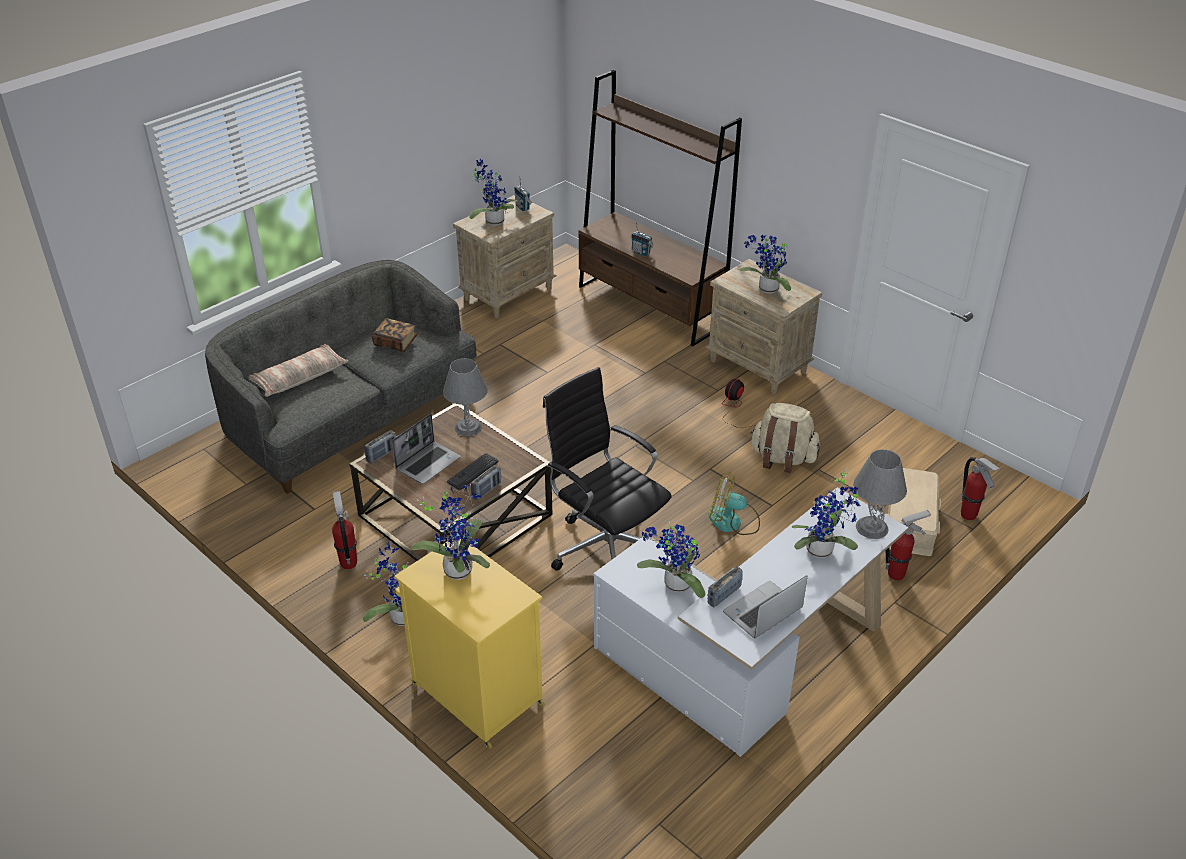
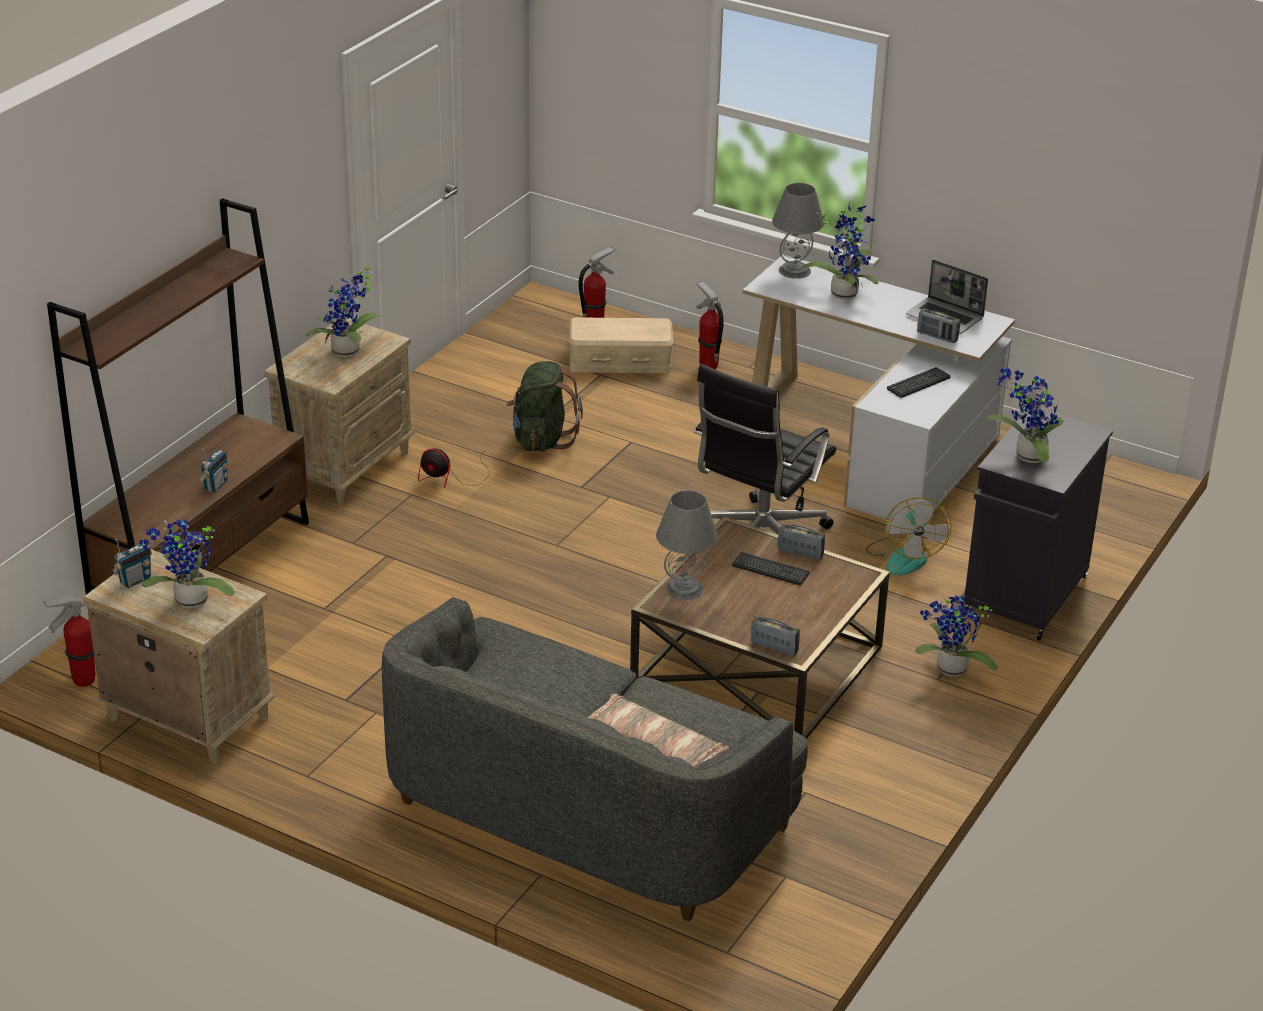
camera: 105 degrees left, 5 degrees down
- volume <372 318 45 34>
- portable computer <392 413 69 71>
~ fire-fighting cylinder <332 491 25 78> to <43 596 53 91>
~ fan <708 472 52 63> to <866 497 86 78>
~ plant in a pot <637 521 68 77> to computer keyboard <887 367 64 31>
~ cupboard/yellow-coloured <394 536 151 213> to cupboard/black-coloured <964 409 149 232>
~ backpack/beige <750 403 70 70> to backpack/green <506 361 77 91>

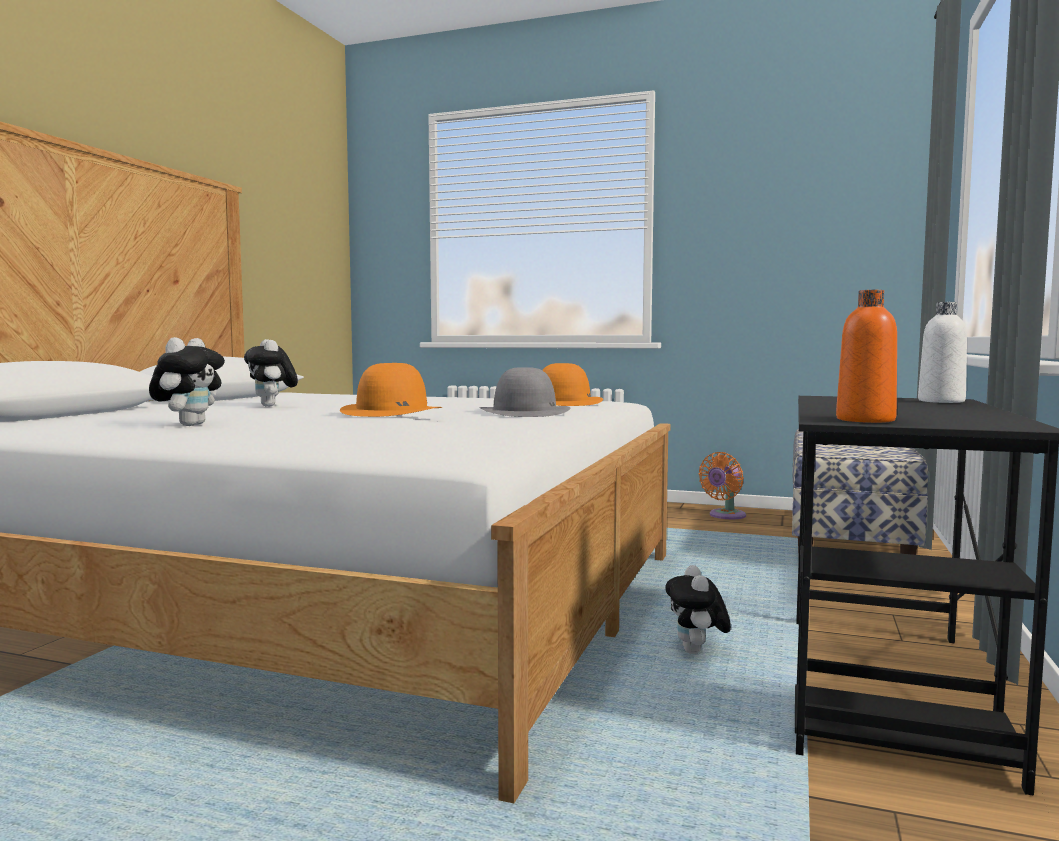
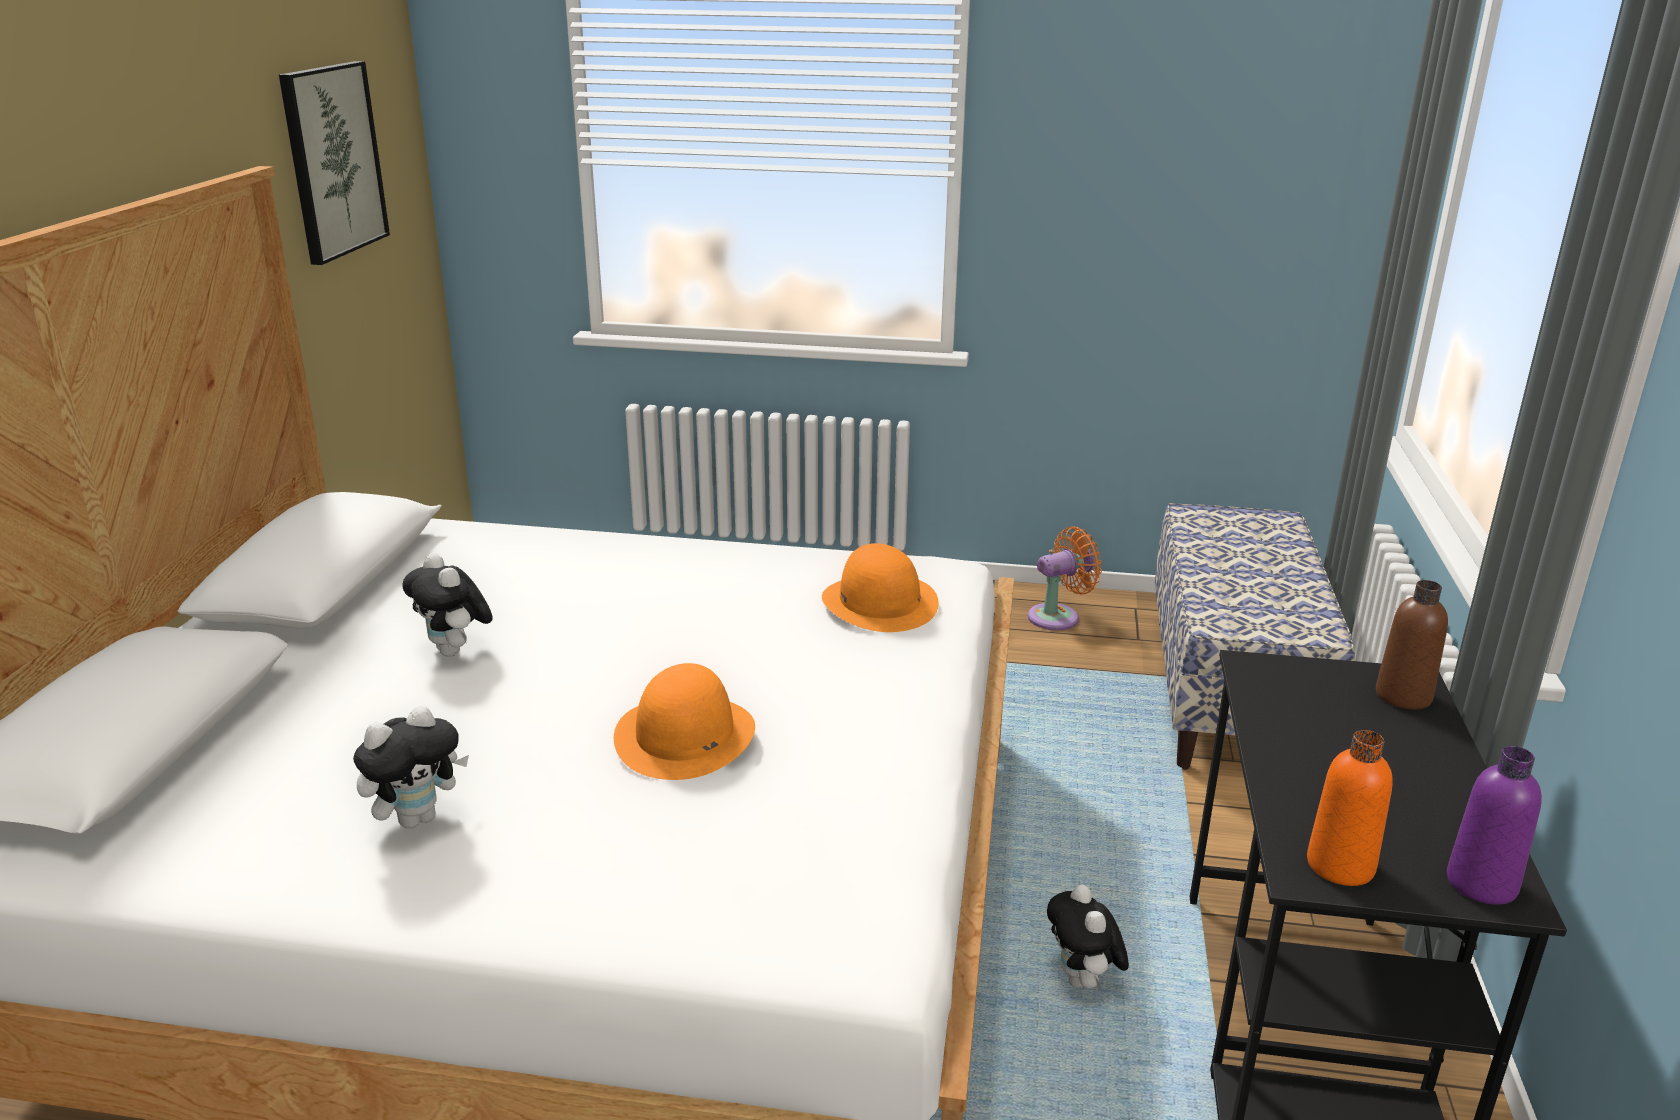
camera: 10 degrees left, 20 degrees up
- clothing hat/gray <479 367 91 50>
+ wall picture <279 61 111 204>
+ bottle/purple <1447 746 95 159>
~ bottle/white <918 302 49 101> to bottle/brown <1376 580 72 129>
~ plush toy <149 337 76 89> = <353 705 116 123> 45 degrees clockwise
~ fan/orangey <698 452 48 67> = <1028 527 74 103> 150 degrees counterclockwise

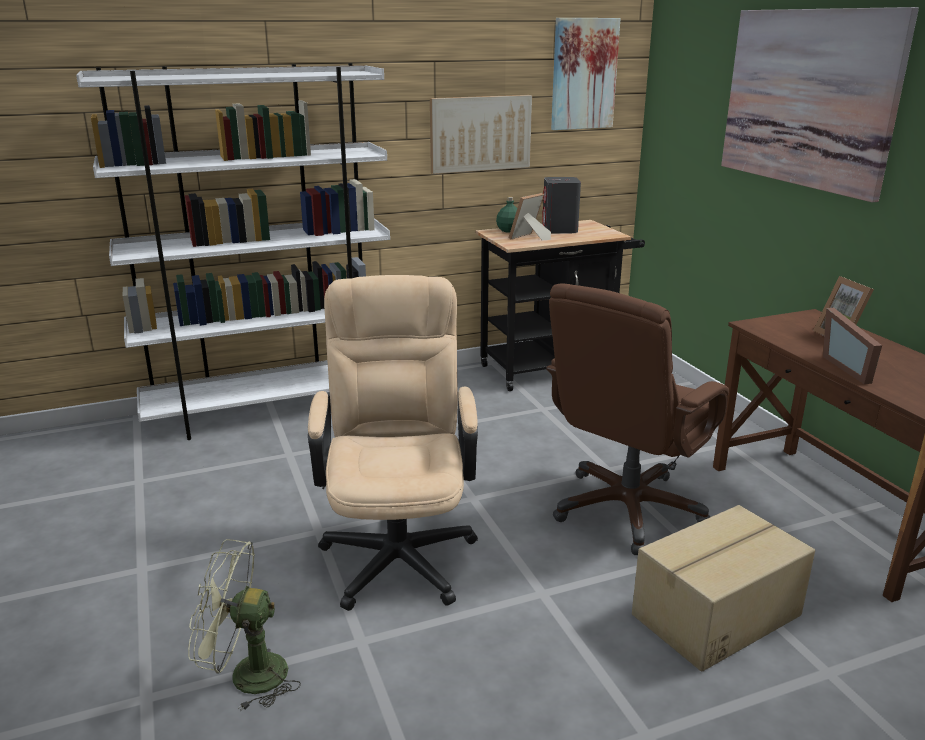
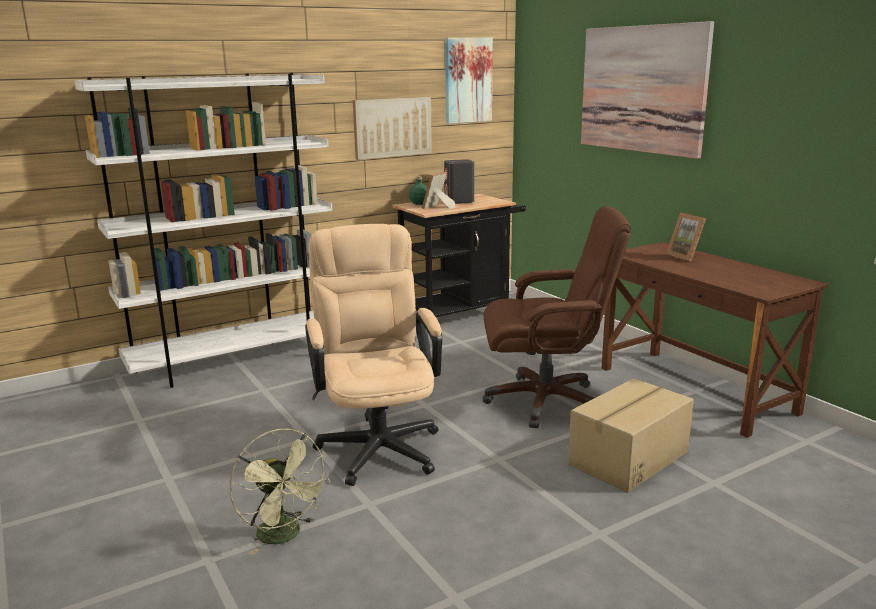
camera: 10 degrees left, 5 degrees down
- picture frame <823 308 59 76>
~ fan/green <188 539 113 172> = <230 428 100 127> 120 degrees counterclockwise
~ computer chair/brown <546 283 183 272> = <482 206 149 222> 120 degrees counterclockwise

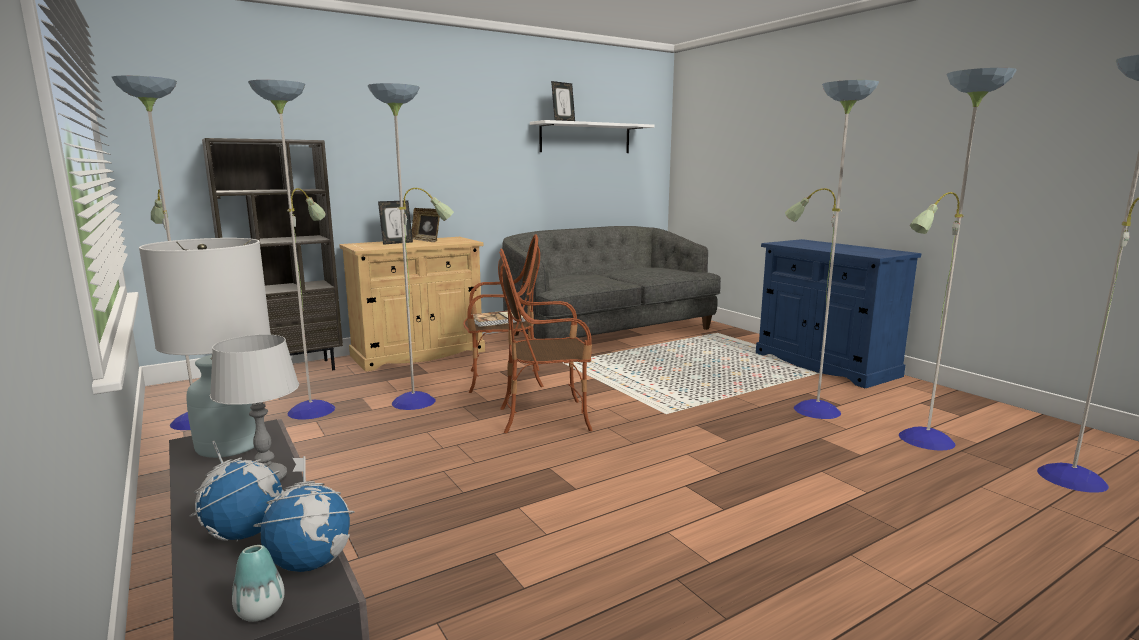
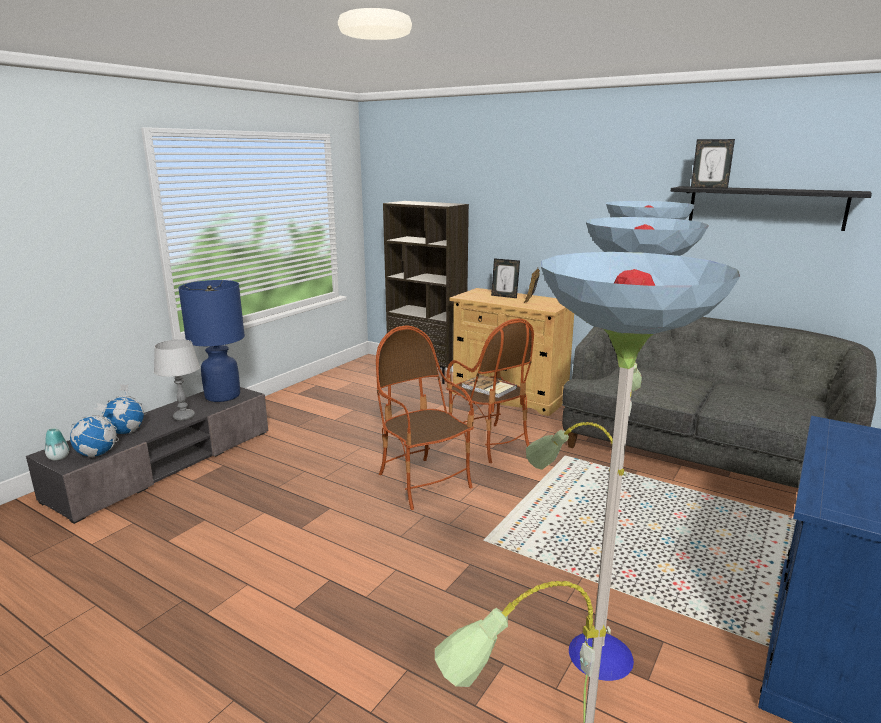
camera: 65 degrees right, 5 degrees up
- floor lamp <112 75 342 355>
~ lamp for a table/white <139 238 132 220> to lamp for a table/blue-coloured <178 280 67 122>
~ shelf/white <530 120 125 33> to shelf/black-coloured <671 186 201 45>

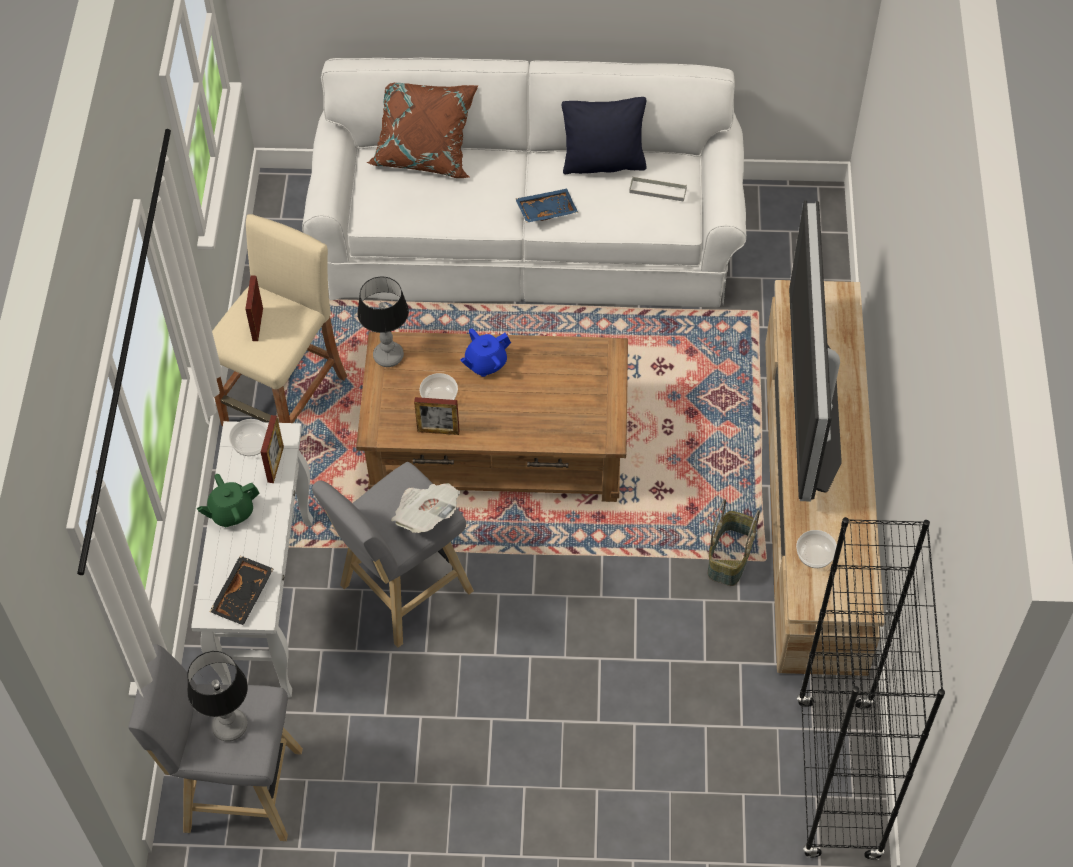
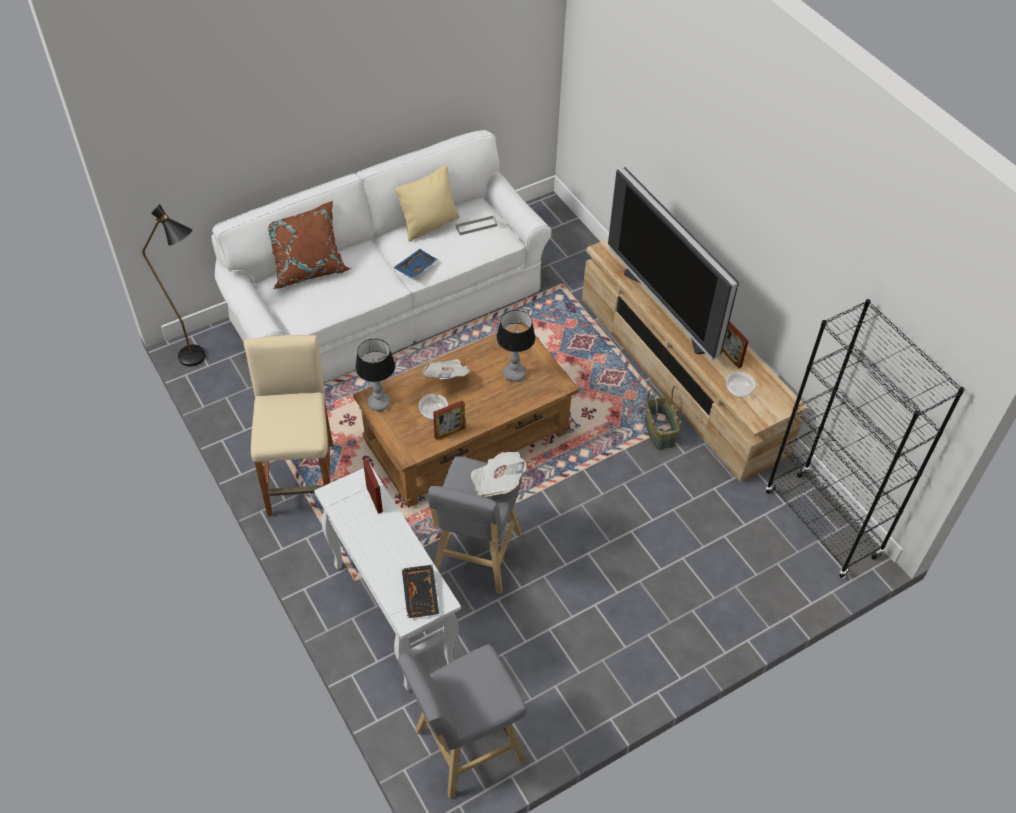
camera: 35 degrees left, 5 degrees down
- tea pot/green <197 474 63 53>
- deep dish <229 419 39 37>
+ floor lamp/black-coloured <142 204 63 162>
~ lamp for a table <187 651 61 91> to <496 310 39 72>
~ picture frame <245 276 18 65> to <722 321 27 48>
~ tea pot/blue-coloured <460 329 51 48> to daily paper <422 359 49 20>
~ throw pillow/black-coloured <562 97 85 77> to throw pillow/beige <395 165 65 77>

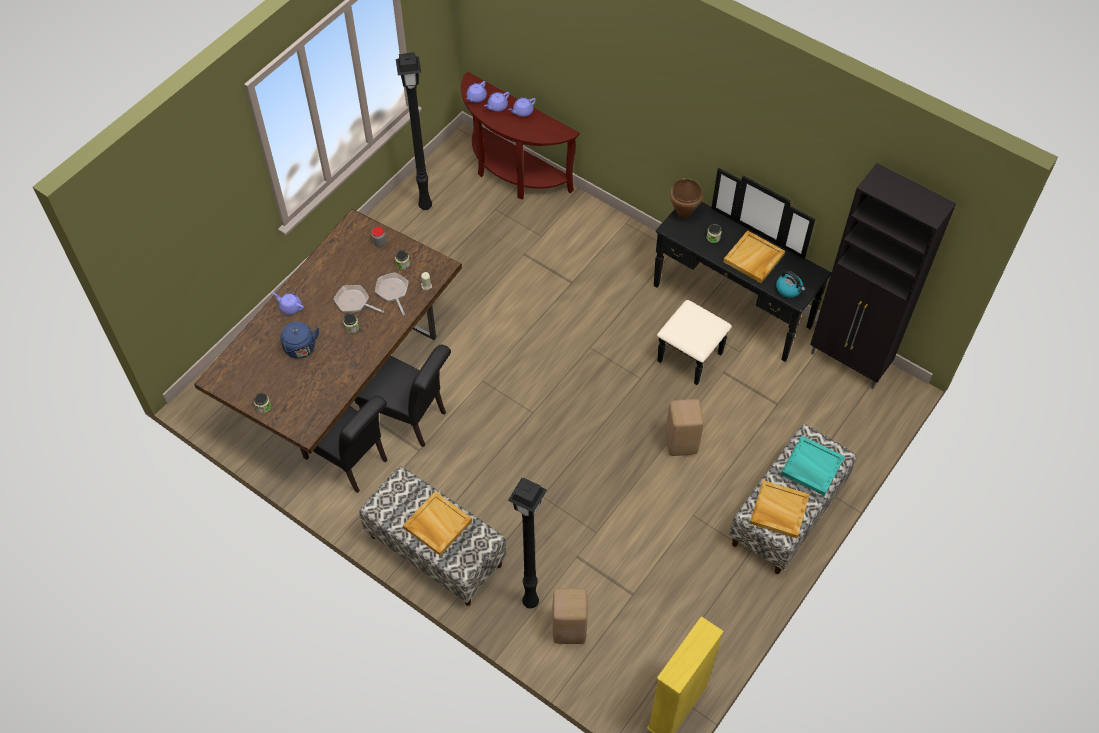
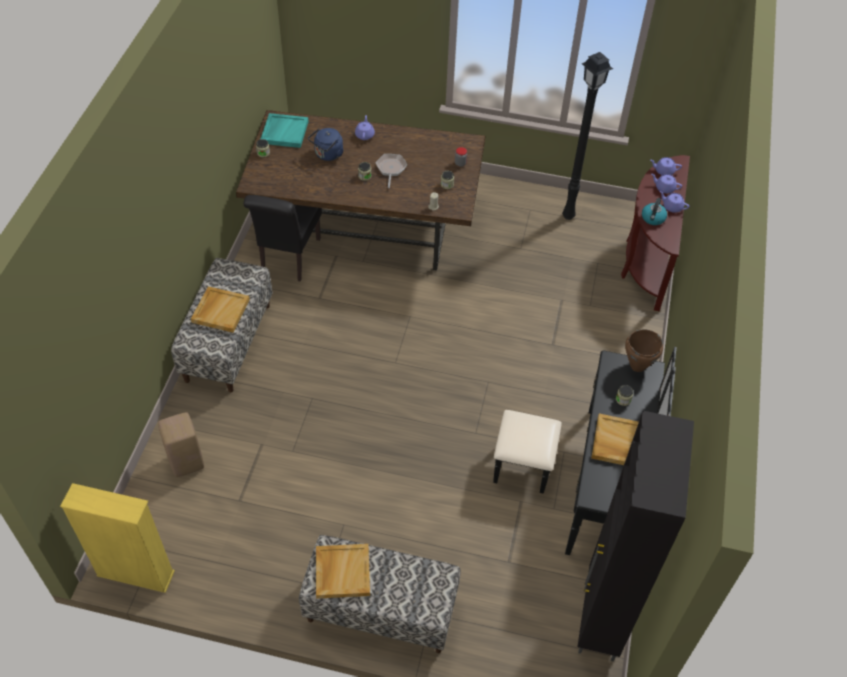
camera: 65 degrees right, 5 degrees down
- plain chair/black-coloured <355 345 96 102>
- skillet <375 272 33 43>
- floor lamp/black-coloured <508 478 39 130>
- stool seat/beige <666 399 37 57>
~ tea kettle <776 270 29 28> to <642 198 25 27>
~ tray/turquoise-coloured <781 436 64 60> to <261 113 48 35>

